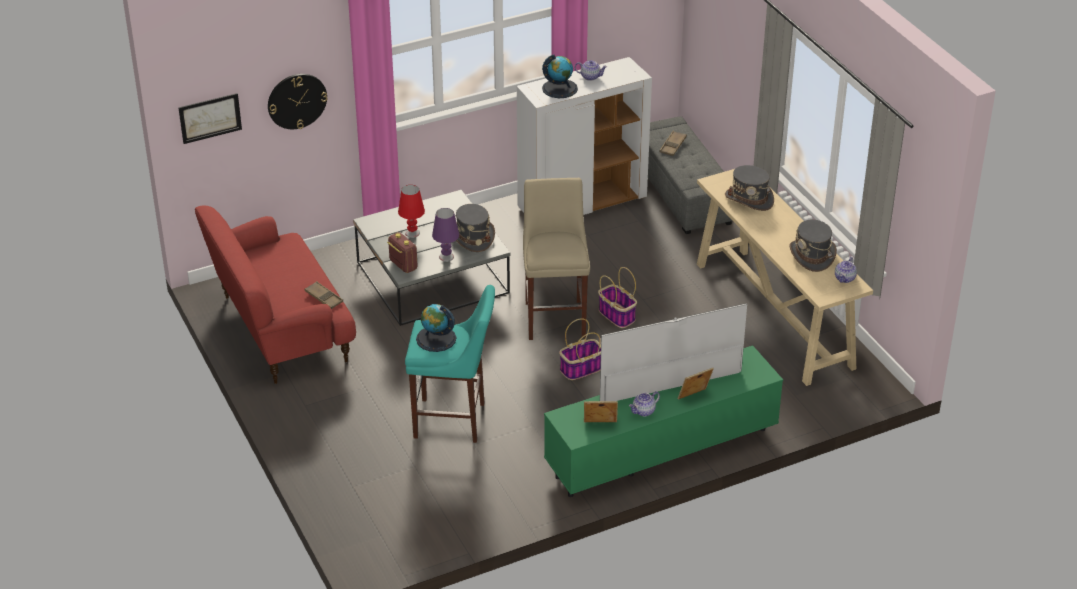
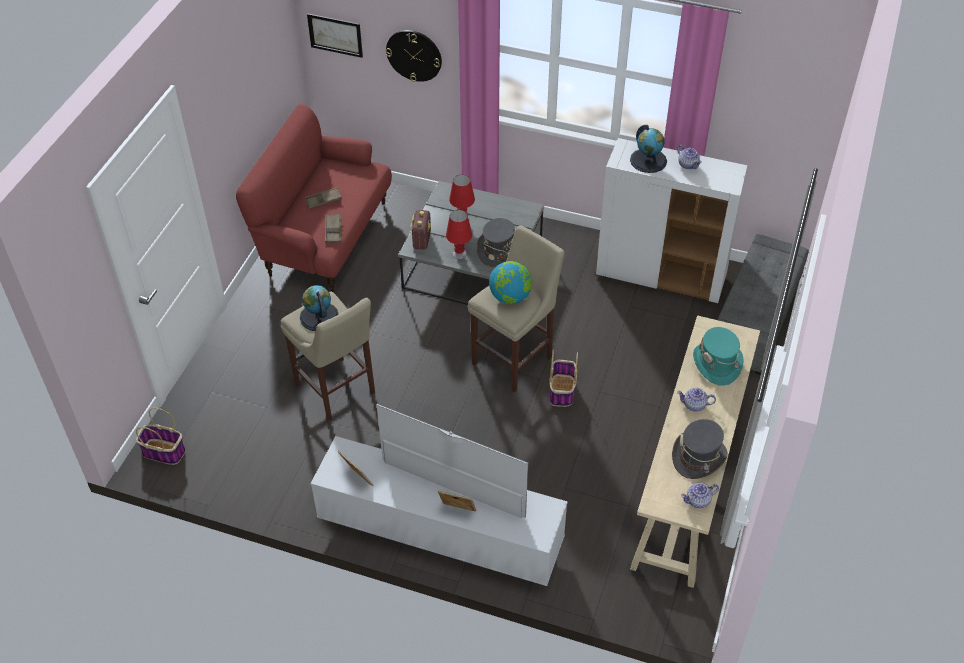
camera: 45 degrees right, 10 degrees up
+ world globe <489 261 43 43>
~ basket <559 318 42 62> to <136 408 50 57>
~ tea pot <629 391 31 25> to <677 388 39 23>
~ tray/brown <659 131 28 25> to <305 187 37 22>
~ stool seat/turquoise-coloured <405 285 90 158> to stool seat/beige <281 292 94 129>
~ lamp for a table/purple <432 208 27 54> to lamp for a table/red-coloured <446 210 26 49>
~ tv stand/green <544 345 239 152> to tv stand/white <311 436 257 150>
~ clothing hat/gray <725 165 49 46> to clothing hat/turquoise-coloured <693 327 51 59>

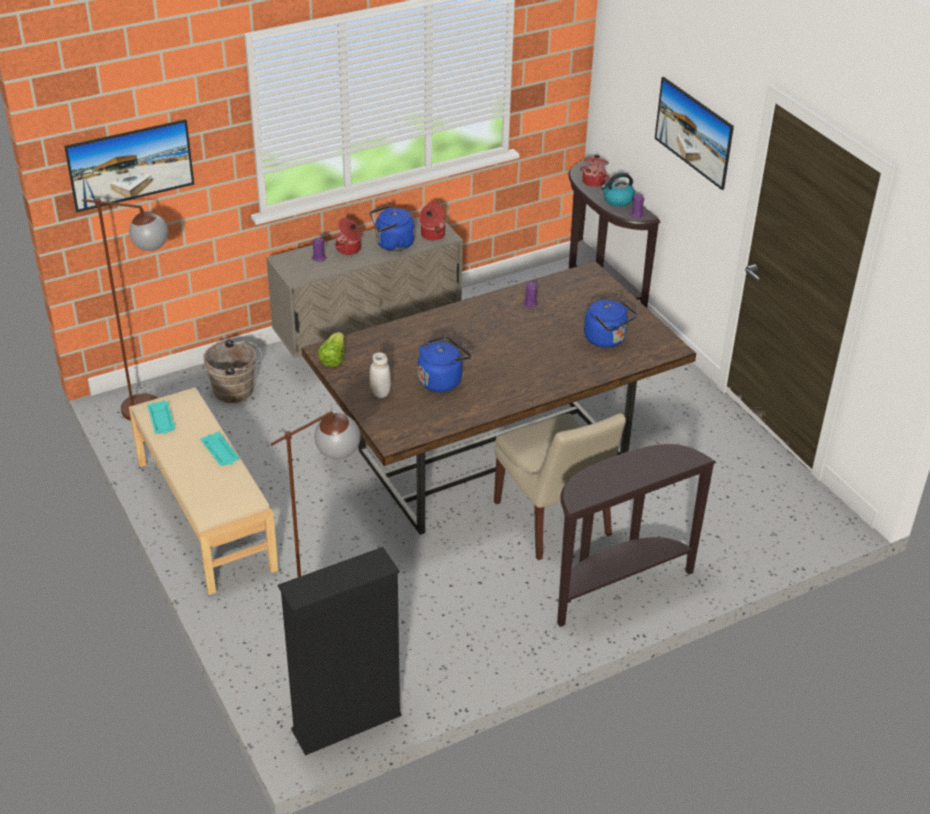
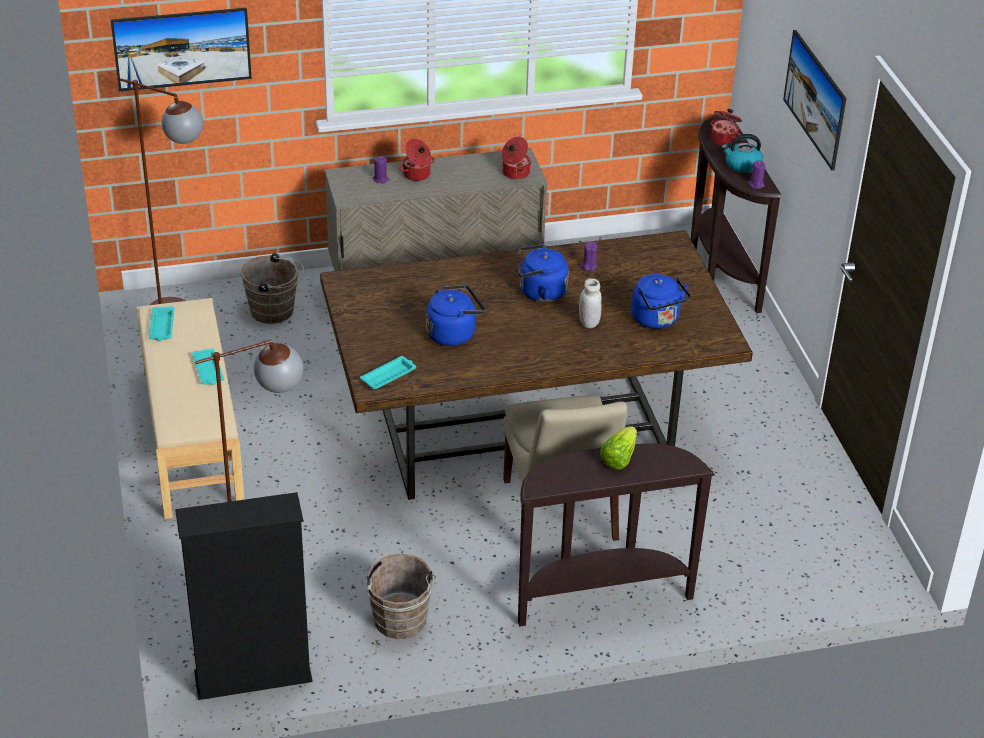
camera: 15 degrees right, 0 degrees up
+ tray/turquoise-coloured <360 356 56 33>
+ pail/brown <362 554 74 85>
~ lettuce head <318 332 26 35> to <600 426 37 44>
~ storage jar/white <369 352 22 46> to <579 278 23 50>
~ tea kettle/blue-coloured <370 205 45 46> to <517 244 52 58>

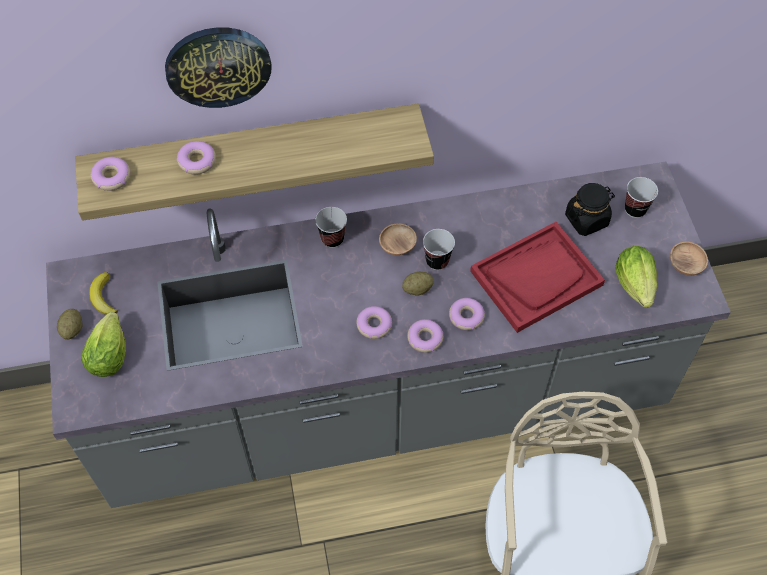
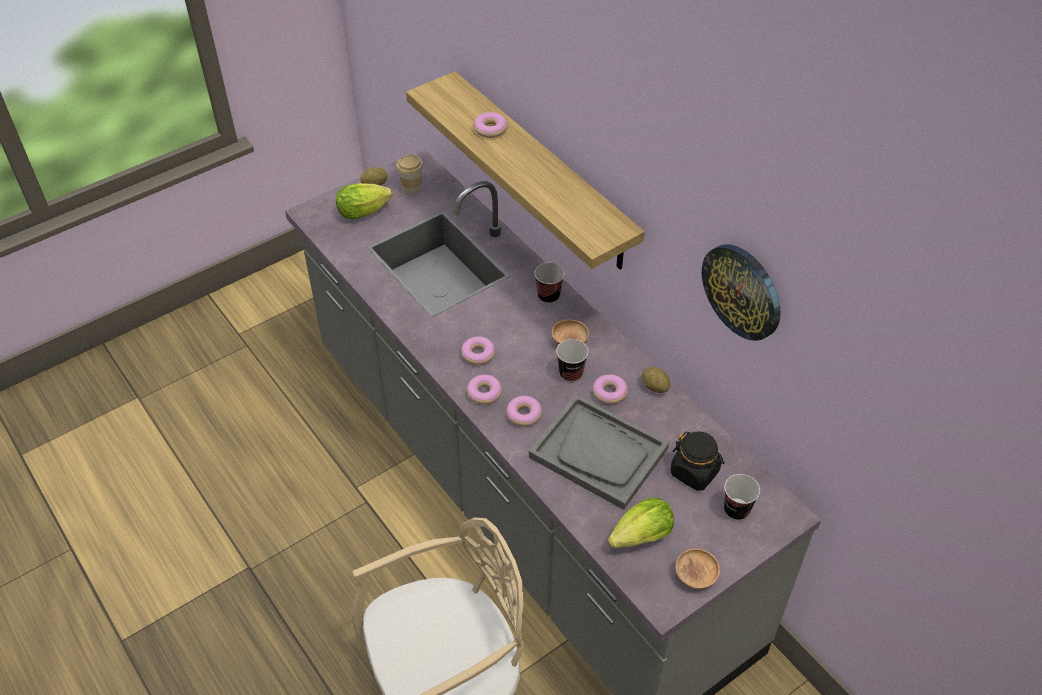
camera: 65 degrees right, 10 degrees down
~ ring doughnut <90 157 40 34> to <592 374 36 30>
~ clock on the wall <165 27 106 81> to <702 244 79 97>
~ spud <402 272 32 23> to <642 367 29 26>
~ banana fruit <89 272 29 43> to drinking cup <396 155 27 40>
~ tray/red-coloured <470 222 135 111> to tray/gray <529 394 140 116>

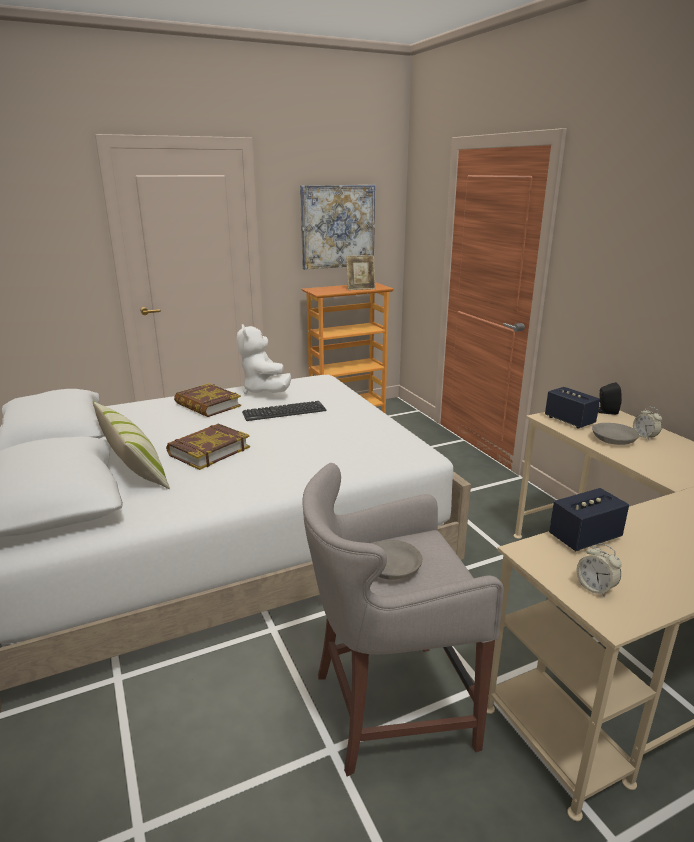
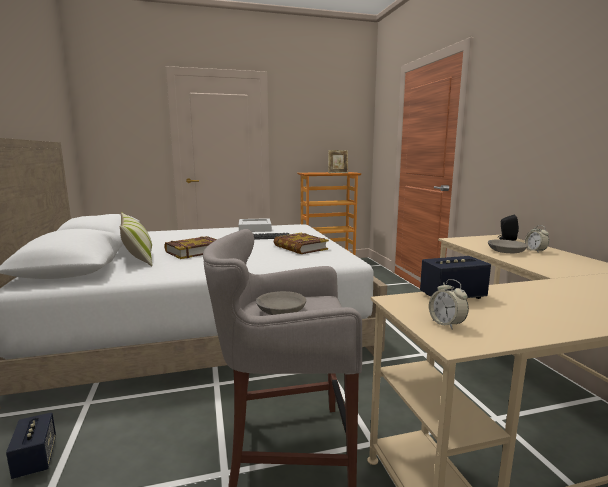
camera: 10 degrees right, 10 degrees down
- wall picture <300 185 75 85>
~ volume <174 383 67 34> to <274 233 55 21>
~ speaker <545 387 55 42> to <6 412 50 67>
~ plush toy/white <237 324 54 70> to tray/gray <239 218 33 14>

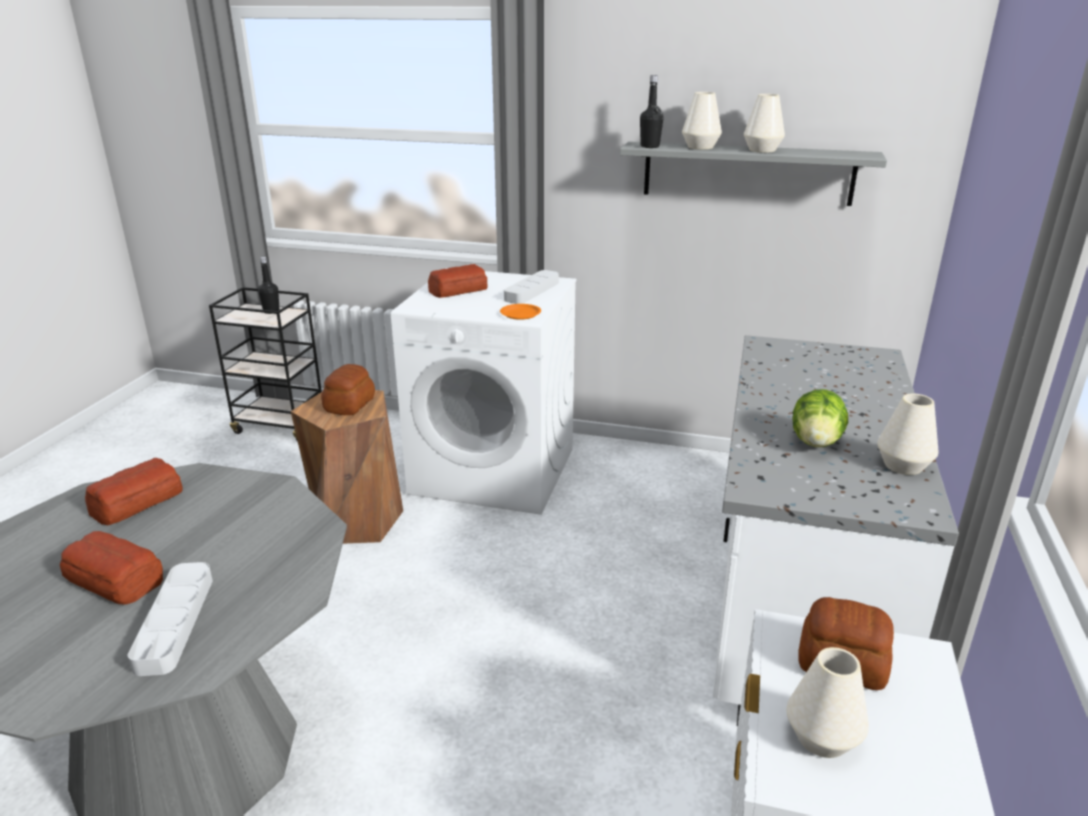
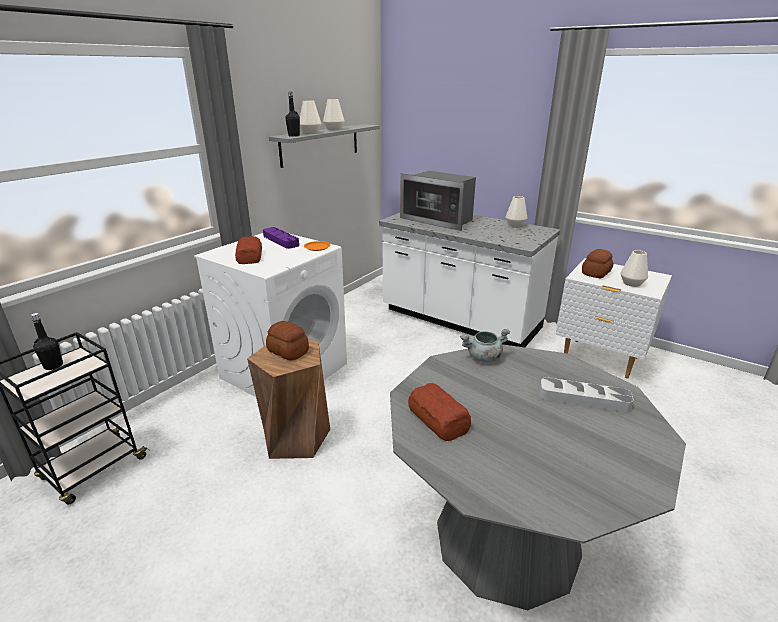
camera: 70 degrees left, 0 degrees up
- bakery bread <60 531 103 74>
- lettuce head <792 389 56 58>
+ microwave oven <400 171 76 60>
+ cooking pot/gray <460 329 50 33>
~ tray/gray <504 270 55 34> to tray/purple <263 227 36 22>

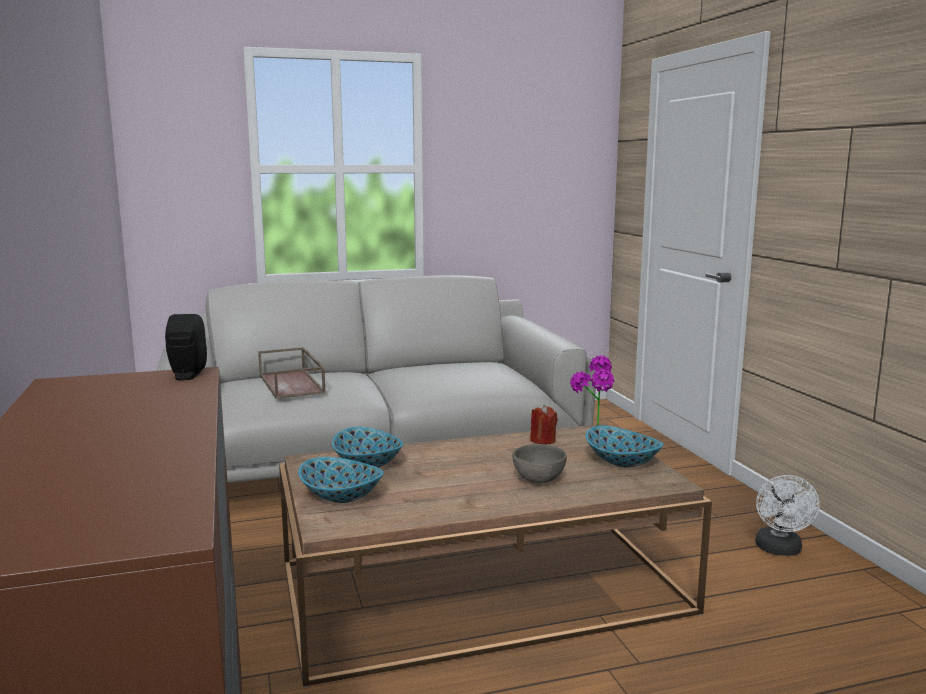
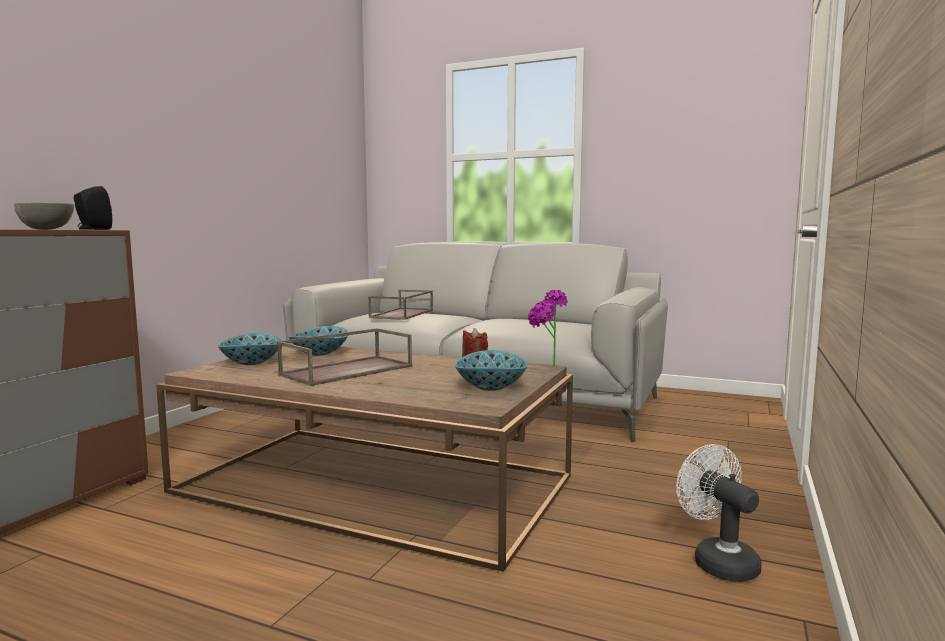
camera: 40 degrees right, 5 degrees down
+ tray/brown <277 328 135 58>
~ deep dish/gray <512 444 55 40> to <14 203 60 27>
~ fan/white <756 475 64 81> = <676 444 86 138> 105 degrees clockwise

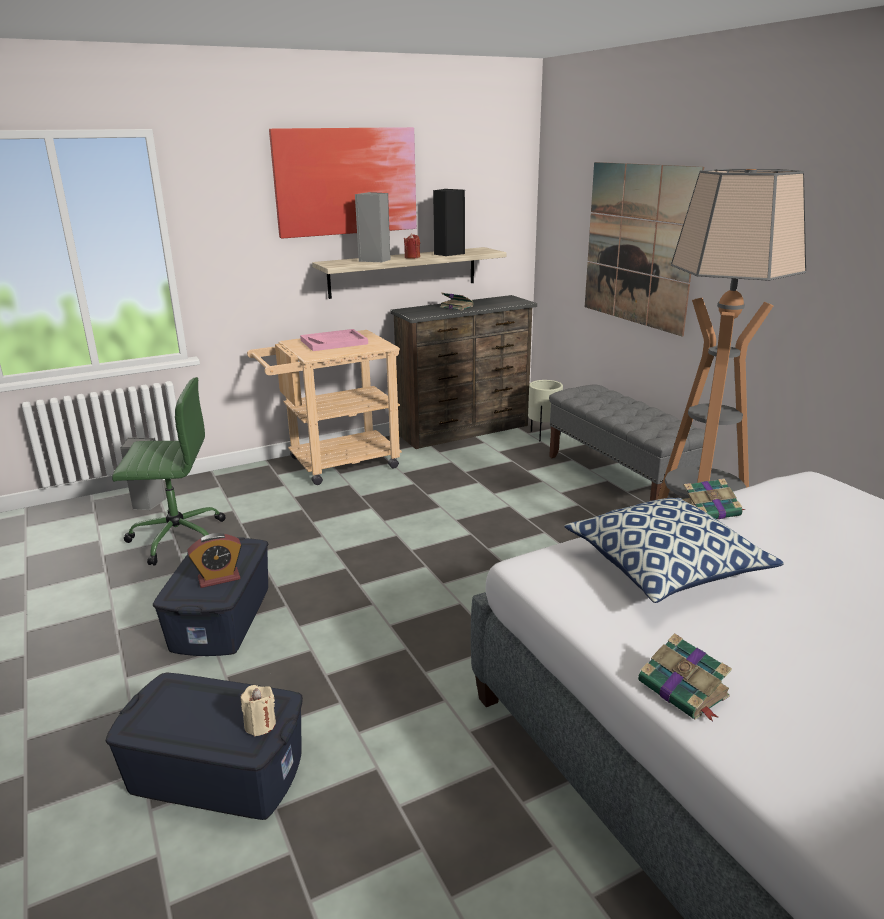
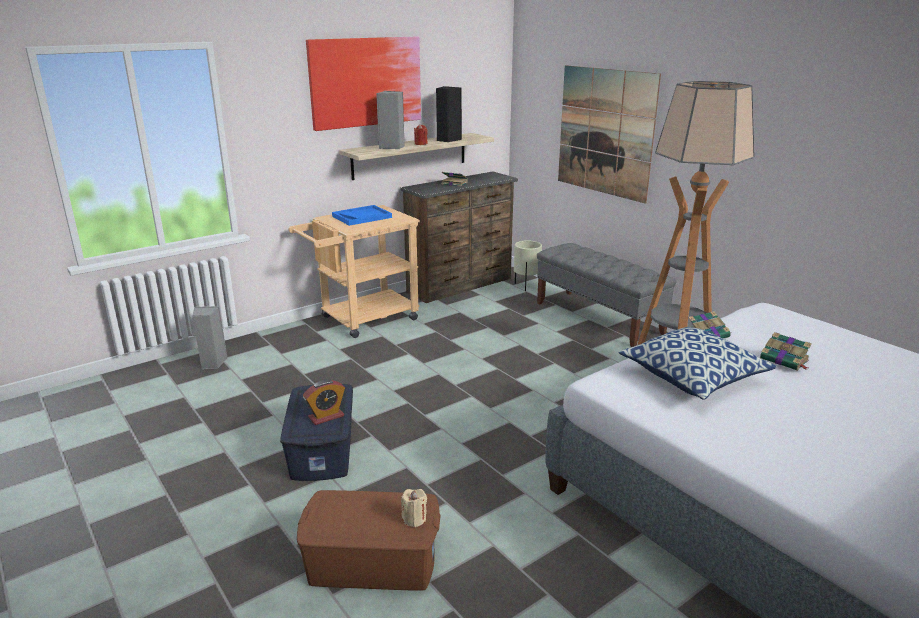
camera: 10 degrees left, 0 degrees up
- computer chair/green <112 377 113 189>
~ volume <638 633 94 88> to <760 332 52 39>
~ storage bin/blue-coloured <106 673 197 147> to storage bin/brown <297 490 144 101>
~ tray/pink <300 329 68 22> to tray/blue-coloured <332 205 60 21>

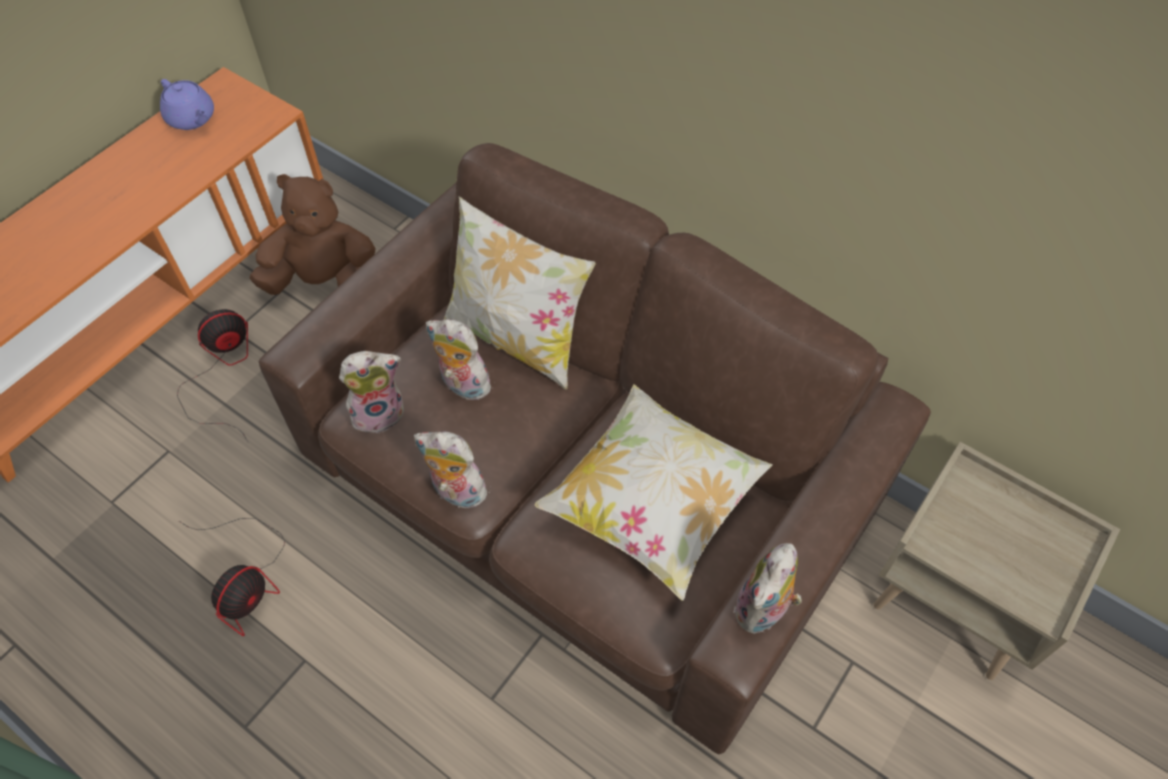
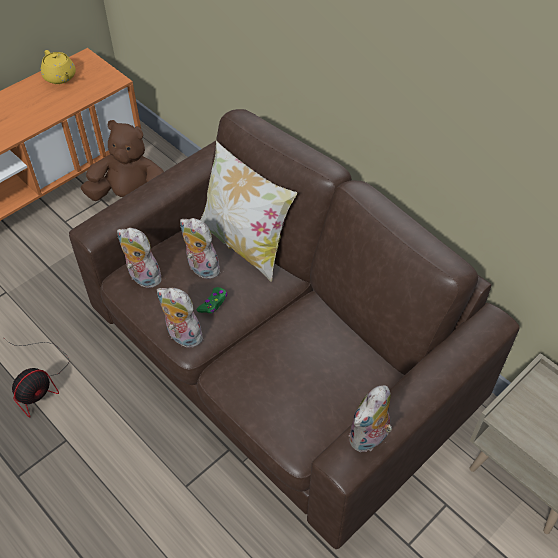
camera: 10 degrees right, 5 degrees down
- fan <177 309 71 133>
- throw pillow <535 384 238 216>
+ joypad/green <197 287 30 26>
~ tea pot/purple <160 79 54 51> to tea pot/yellow-coloured <41 50 35 34>
~ plush toy <339 351 65 82> = <117 228 46 60> 135 degrees counterclockwise

